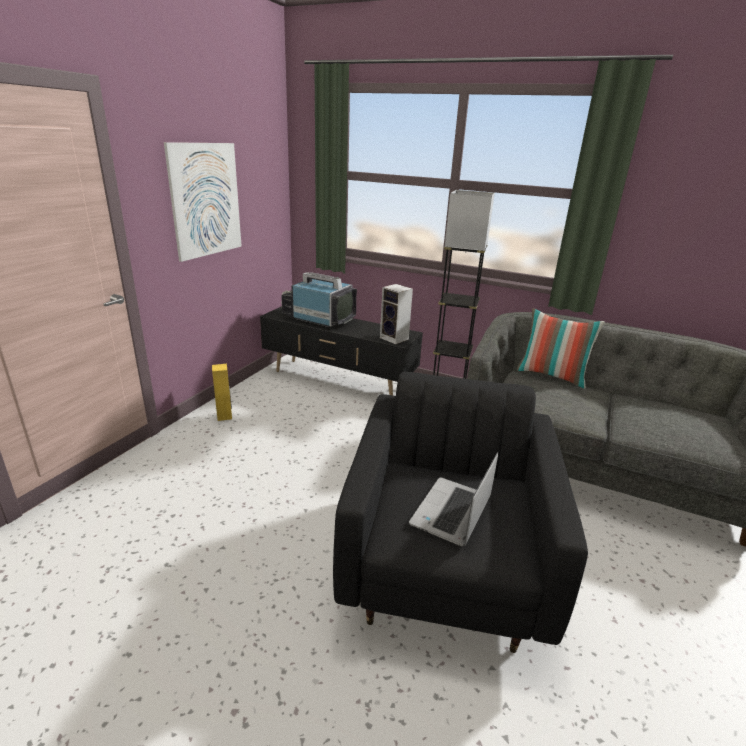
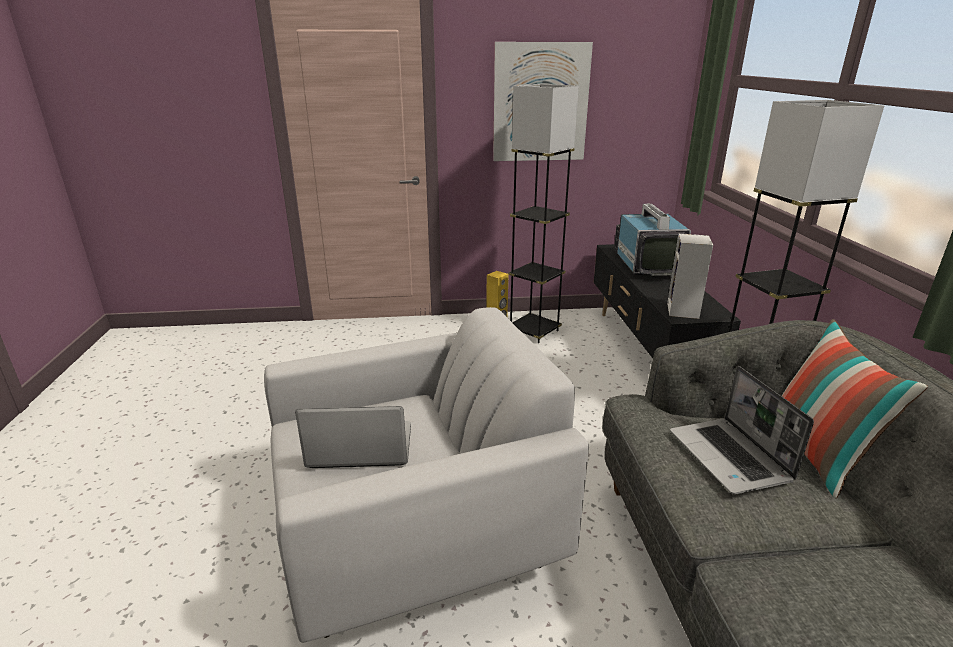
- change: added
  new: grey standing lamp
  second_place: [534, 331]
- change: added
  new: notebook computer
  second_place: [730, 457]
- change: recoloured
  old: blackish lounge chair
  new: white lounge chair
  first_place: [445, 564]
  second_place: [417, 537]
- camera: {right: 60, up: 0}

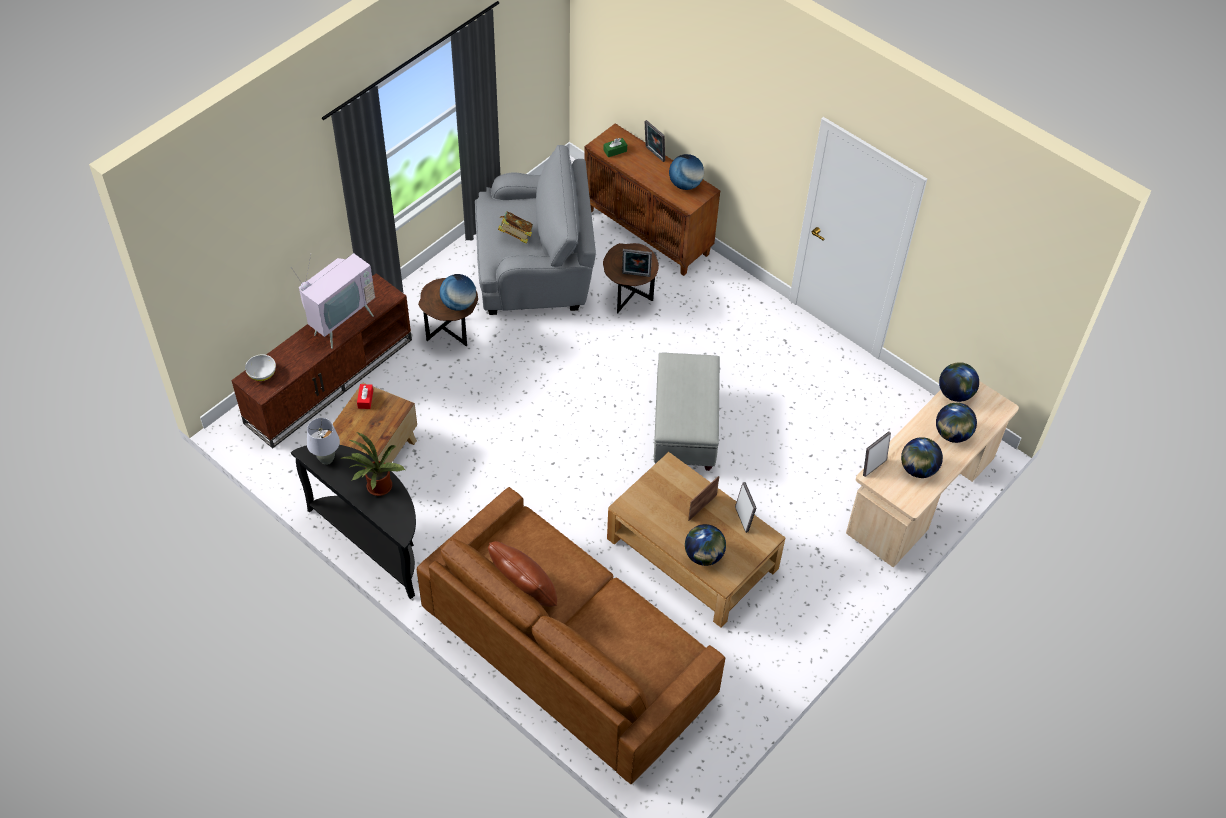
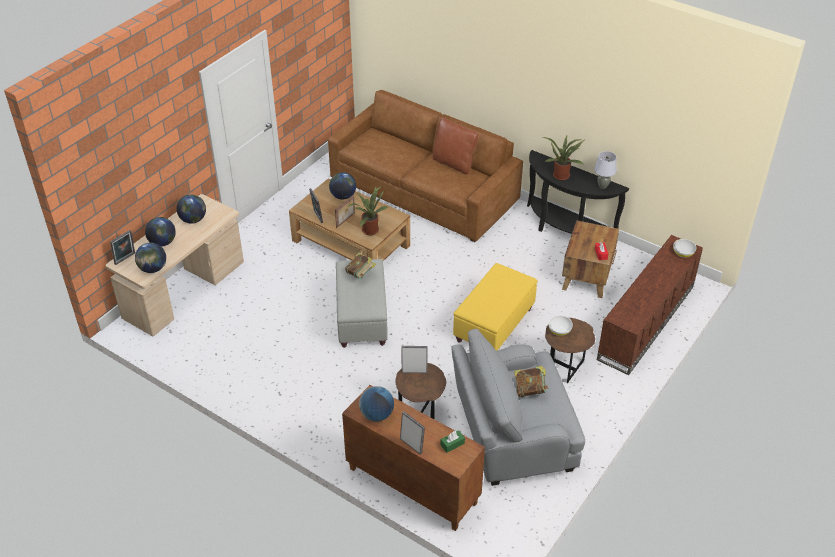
- change: removed
  old: TV
  first_place: [340, 322]
- change: added
  new: bound book
  second_place: [360, 274]
- change: added
  new: plant in a pot
  second_place: [369, 229]
- change: added
  new: yellowish ottoman
  second_place: [493, 325]
- change: moved
  old: standing frame
  first_place: [873, 466]
  second_place: [125, 259]
- change: replaced
  old: desk globe
  new: white deep dish
  first_place: [458, 304]
  second_place: [559, 330]
- camera: {right: 175, up: -10}

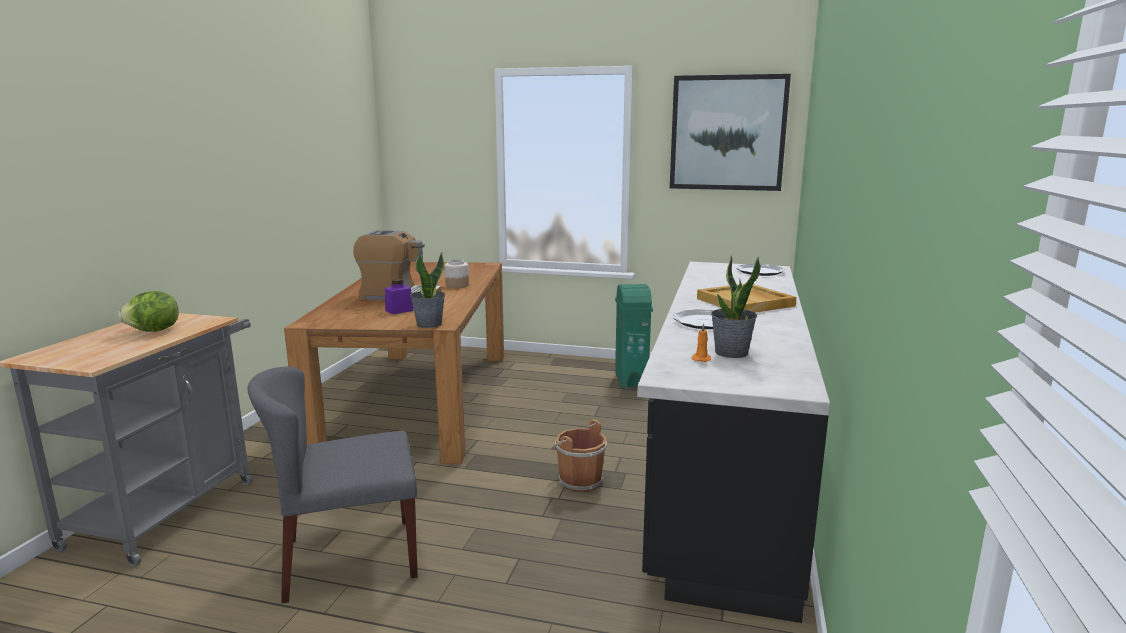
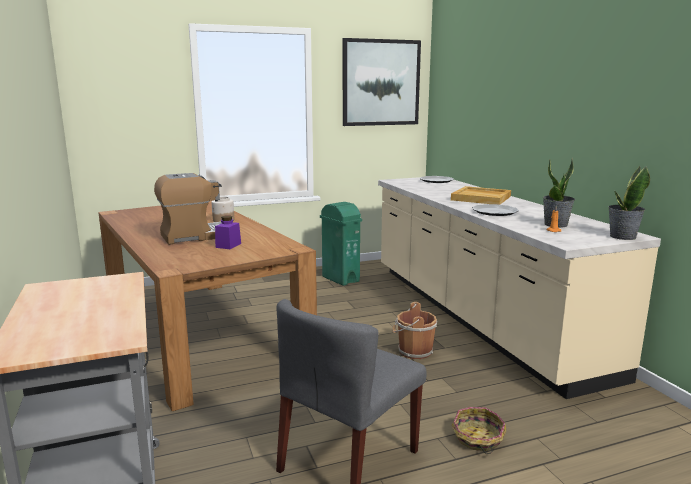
- change: removed
  old: head of lettuce
  first_place: [154, 331]
- change: added
  new: basket
  second_place: [477, 439]
- change: moved
  old: plant in a pot
  first_place: [429, 324]
  second_place: [622, 237]
- change: recoloured
  old: blackish counter
  new: beige counter
  first_place: [724, 465]
  second_place: [477, 315]
- camera: {right: -35, up: 0}

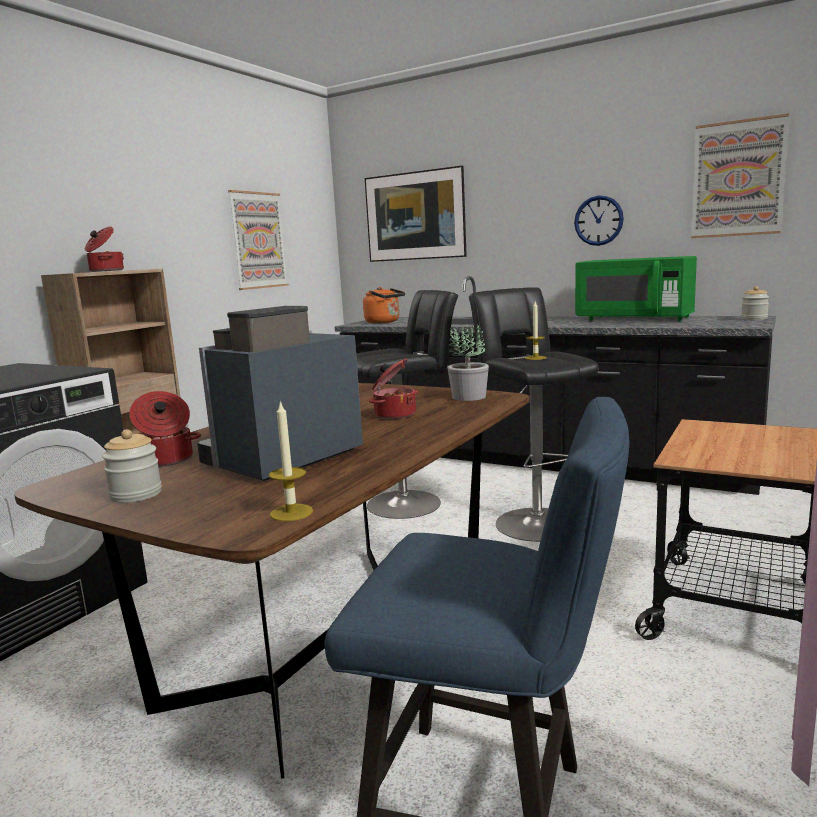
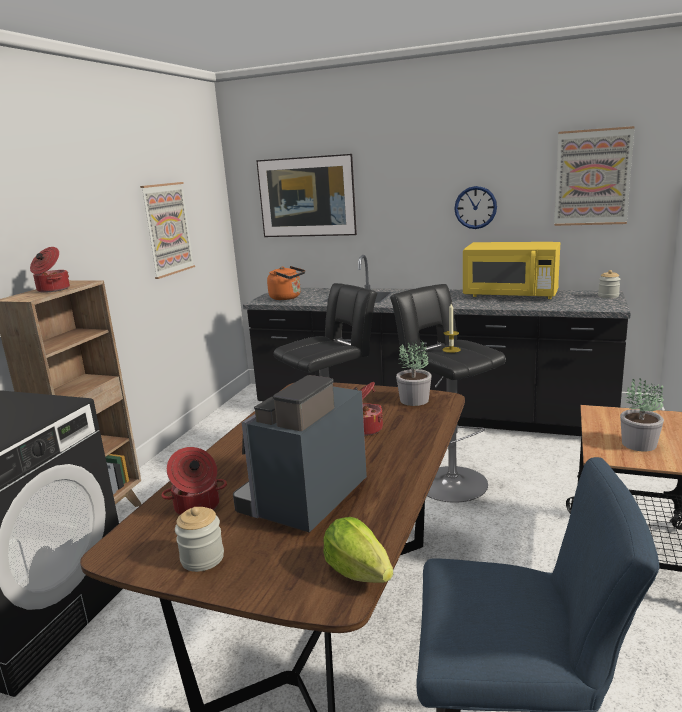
- change: added
  new: plant in a pot
  second_place: [639, 444]
- change: replaced
  old: wax light
  new: head of lettuce
  first_place: [291, 512]
  second_place: [358, 572]
- change: recoloured
  old: greenish microwave oven
  new: yellowish microwave oven
  first_place: [634, 319]
  second_place: [510, 295]
- camera: {right: -10, up: 5}

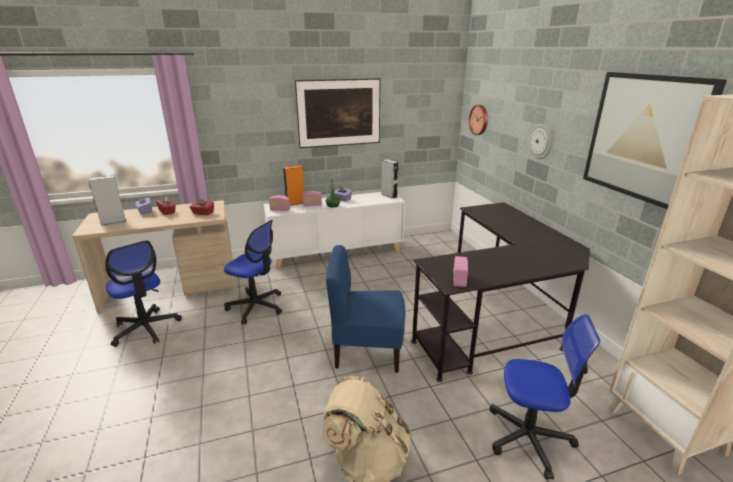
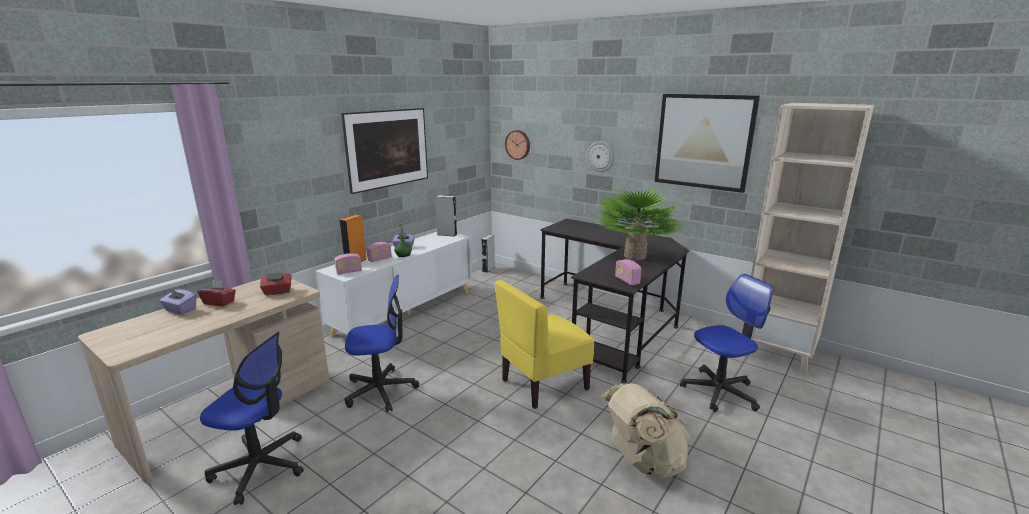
- change: added
  new: plant in a pot
  second_place: [635, 256]
- change: moved
  old: grey audio speaker
  first_place: [113, 221]
  second_place: [488, 269]
- change: recoloured
  old: bluish plain chair
  new: yellowish plain chair
  first_place: [367, 351]
  second_place: [543, 384]
- camera: {right: -35, up: -5}

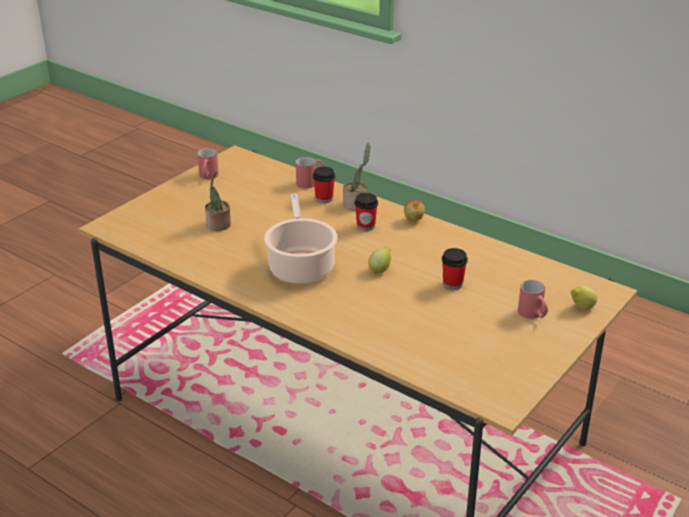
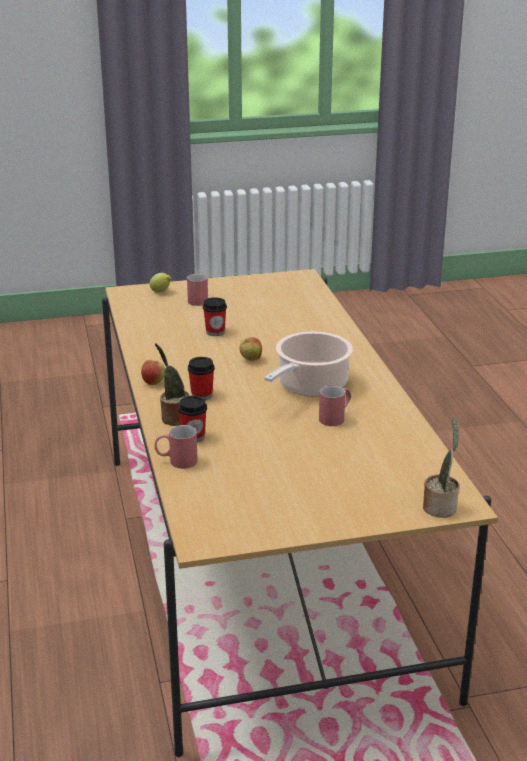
- change: moved
  old: reddish tea mug
  first_place: [208, 177]
  second_place: [335, 417]
- change: moved
  old: plant in a pot
  first_place: [218, 225]
  second_place: [440, 507]
- change: replaced
  old: whole lemon
  new: apple fruit
  first_place: [380, 270]
  second_place: [250, 360]
- camera: {right: -140, up: -5}

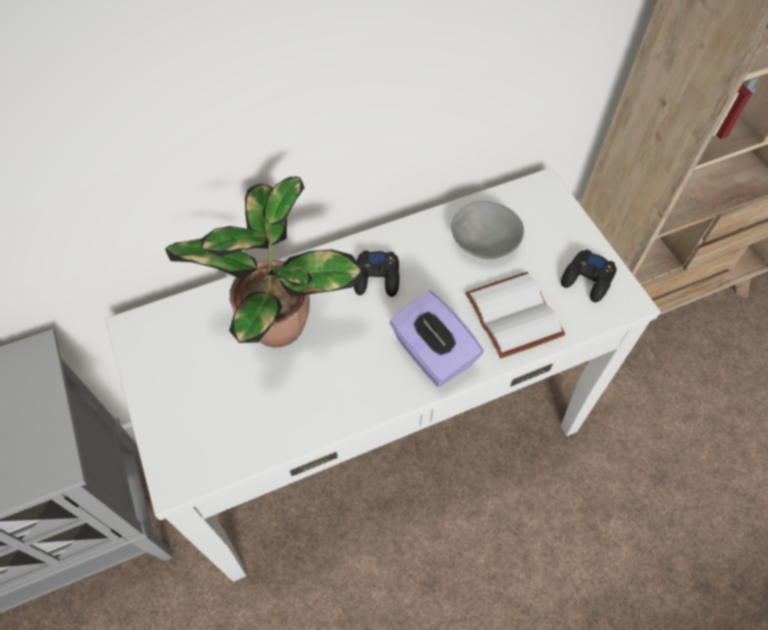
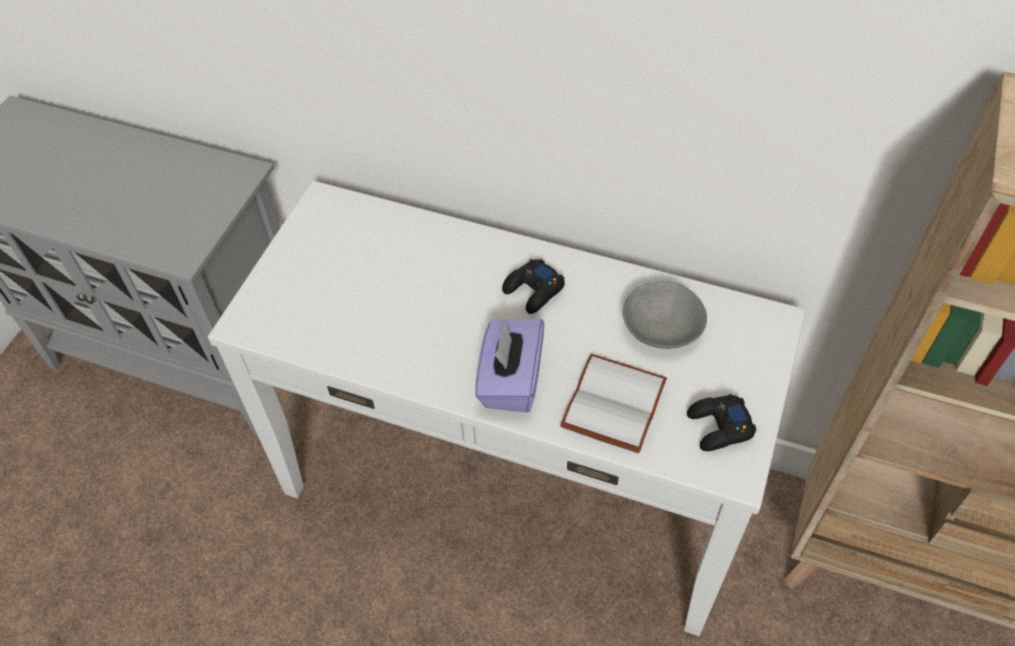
- change: removed
  old: plant in a pot
  first_place: [280, 321]
- camera: {right: 45, up: -5}

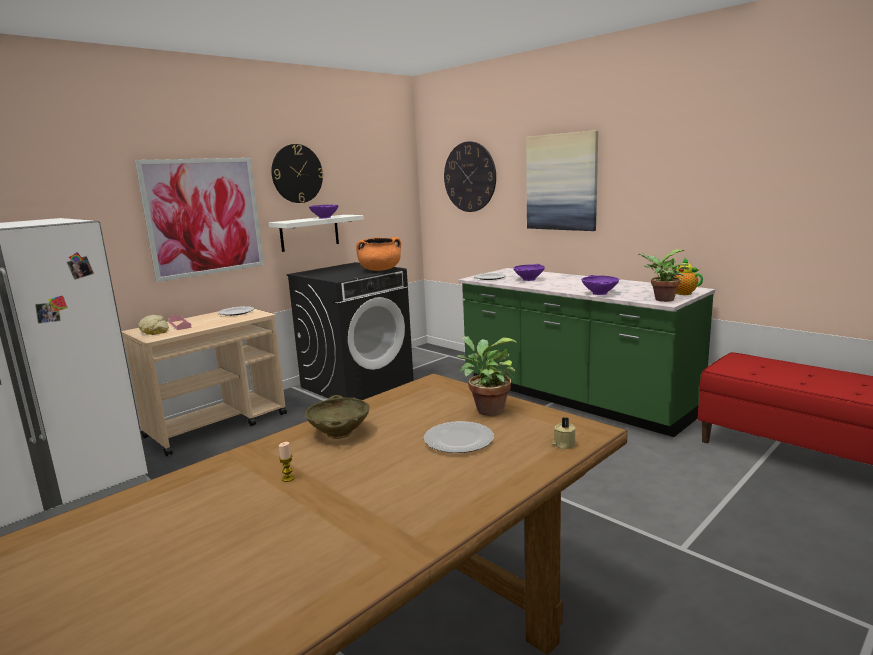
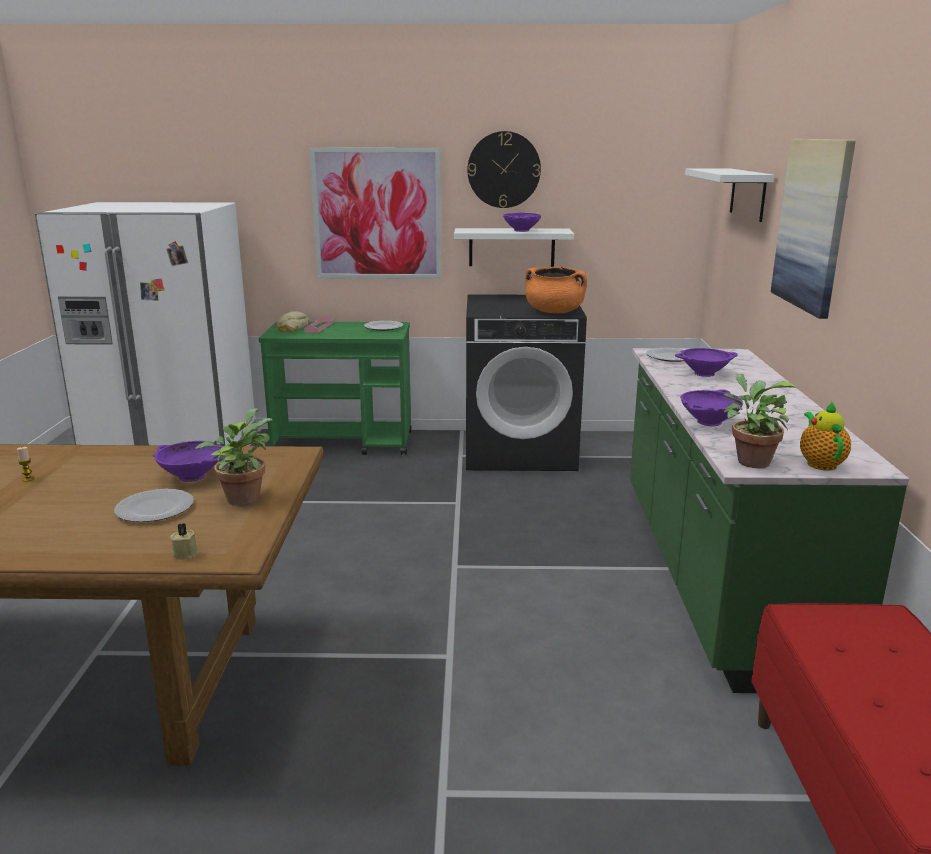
- change: removed
  old: beige deep dish
  first_place: [339, 433]
- change: added
  new: purplish deep dish
  second_place: [192, 476]
- change: replaced
  old: wall clock
  new: white bracket shelf
  first_place: [469, 177]
  second_place: [748, 194]
- change: recoloured
  old: beige cart
  new: greenish cart
  first_place: [218, 425]
  second_place: [344, 443]
- camera: {right: 45, up: 5}

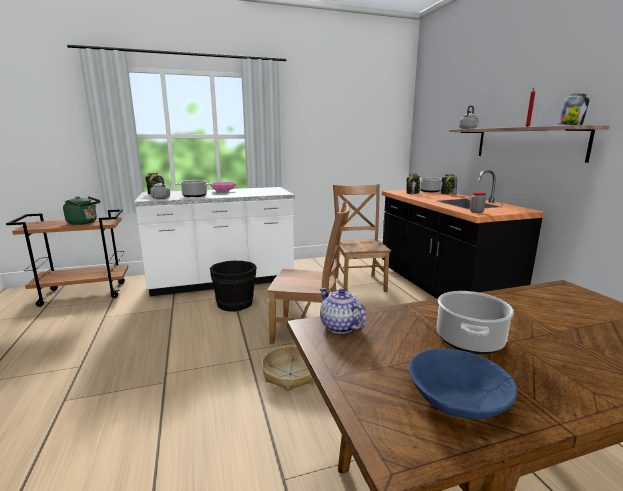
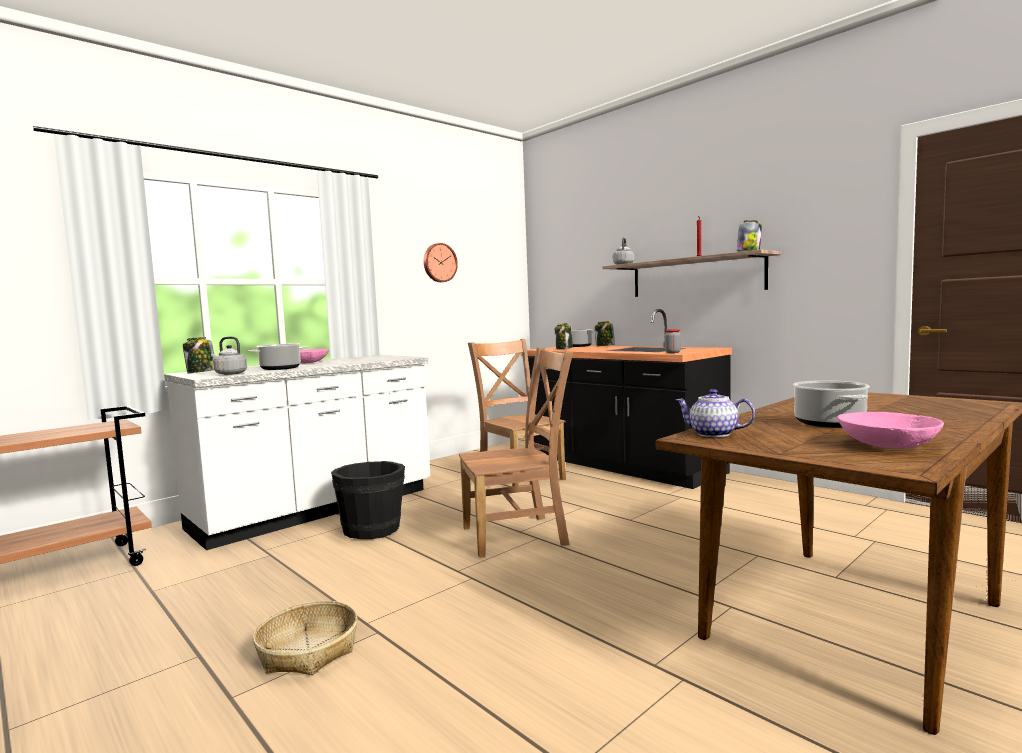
- change: removed
  old: greenish kettle
  first_place: [84, 223]
- change: added
  new: wall clock
  second_place: [439, 263]
- change: moved
  old: basket
  first_place: [290, 374]
  second_place: [308, 650]
- change: recoloured
  old: bluish deep dish
  new: pink deep dish
  first_place: [456, 400]
  second_place: [886, 445]
- camera: {right: -25, up: -10}

